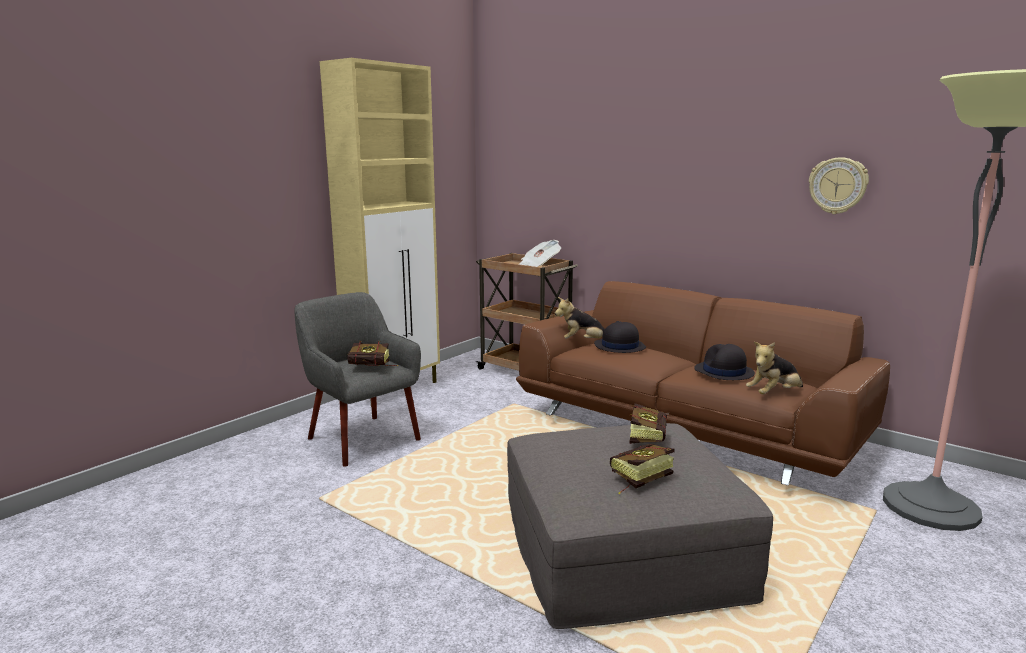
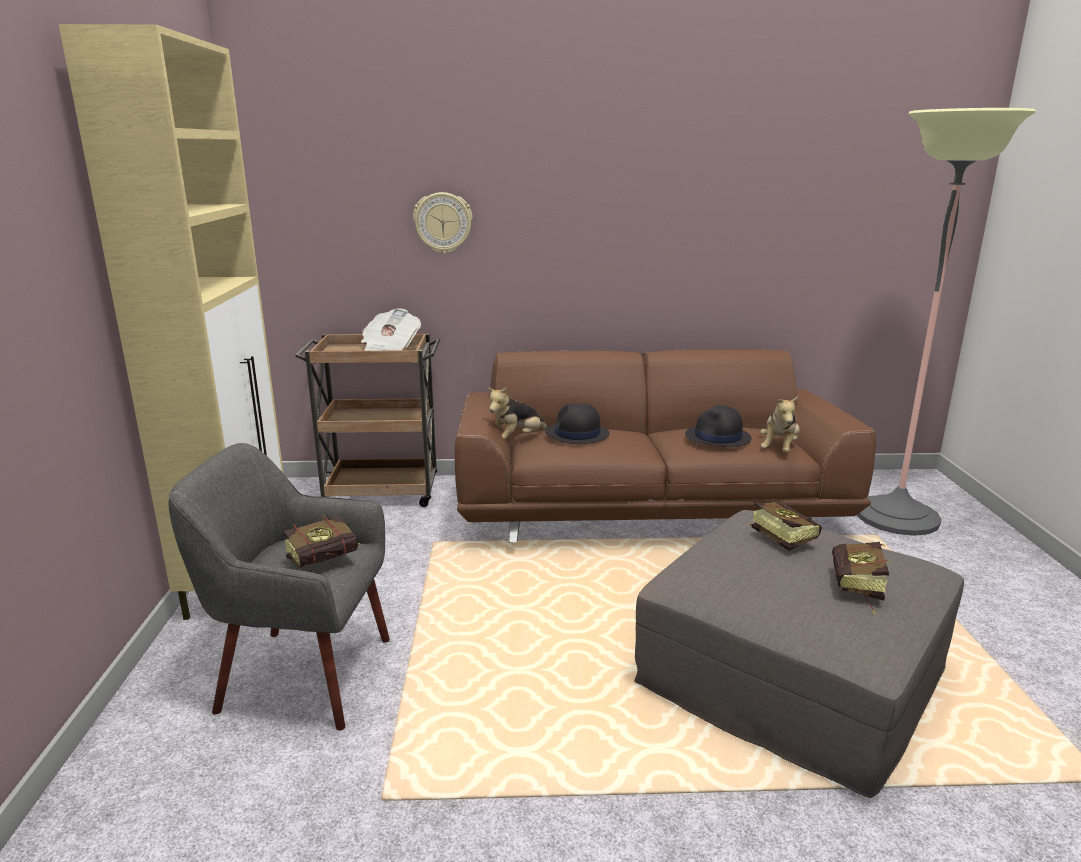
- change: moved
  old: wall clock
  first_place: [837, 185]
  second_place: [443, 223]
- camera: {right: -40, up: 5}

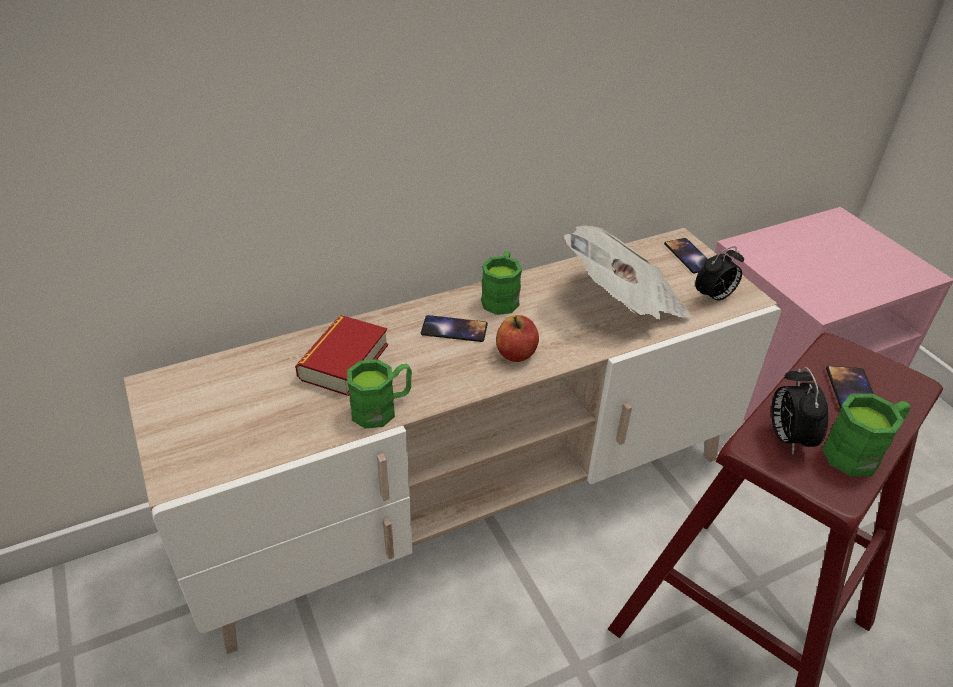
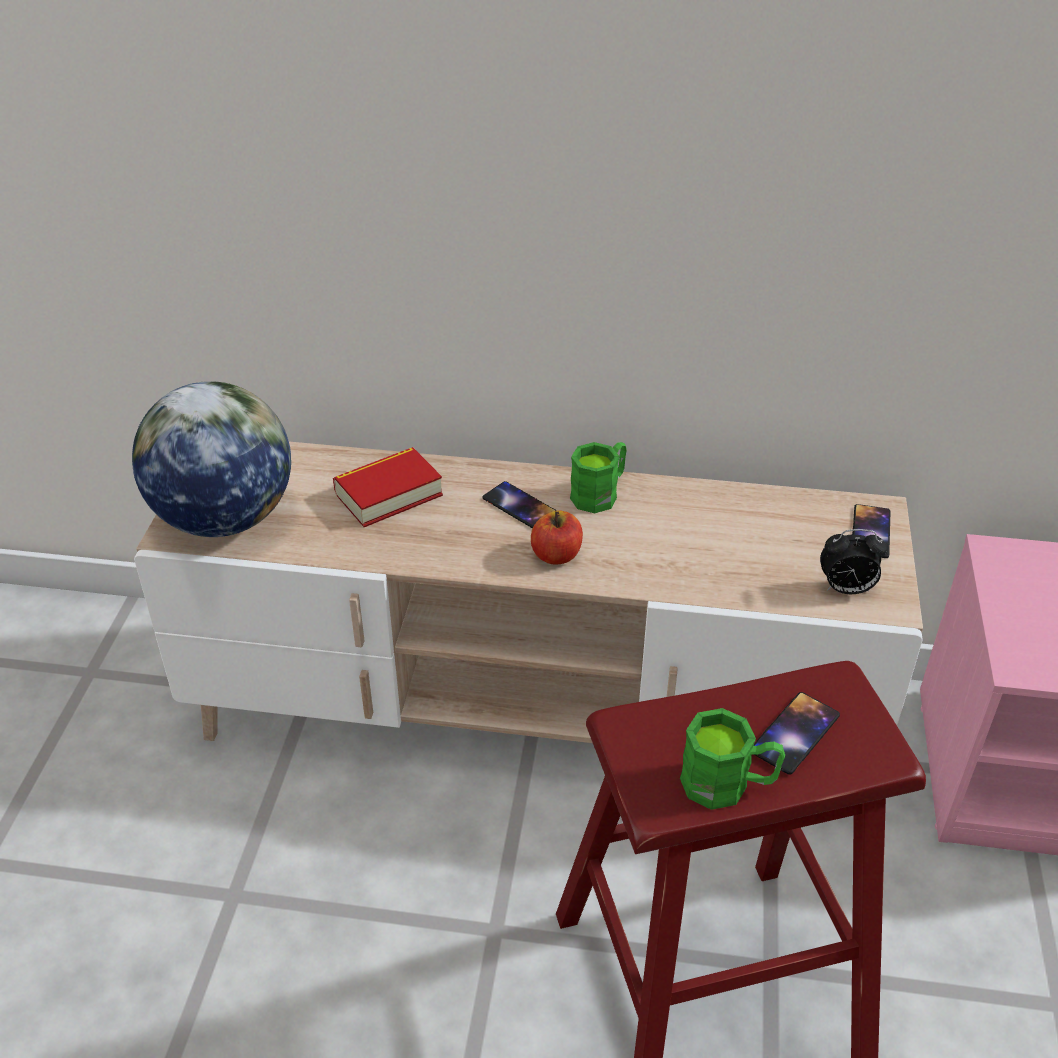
- change: removed
  old: greenish tea mug
  first_place: [382, 408]
- change: removed
  old: newspaper
  first_place: [624, 302]
- change: removed
  old: table clock
  first_place: [787, 437]
- change: added
  new: desk globe
  second_place: [224, 518]
- camera: {right: 35, up: 0}

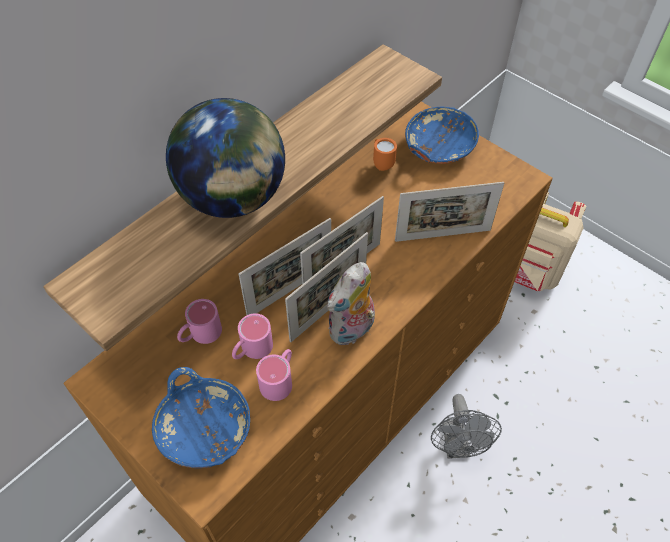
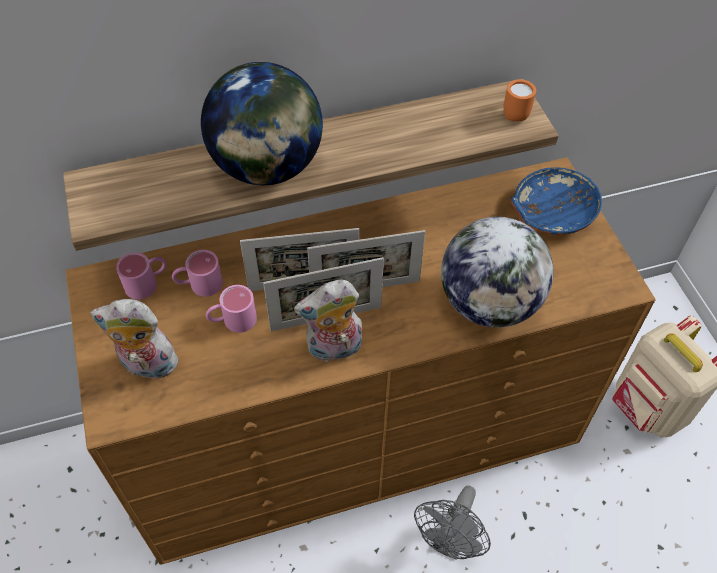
- change: moved
  old: pink tea mug
  first_place: [279, 379]
  second_place: [147, 283]
- change: moved
  old: orangey tea mug
  first_place: [382, 164]
  second_place: [515, 113]
- change: replaced
  old: bluish deep dish
  new: cuddly toy
  first_place: [203, 427]
  second_place: [146, 366]
- change: replaced
  old: standing frame
  new: desk globe
  first_place: [443, 235]
  second_place: [489, 303]
- camera: {right: 30, up: 0}

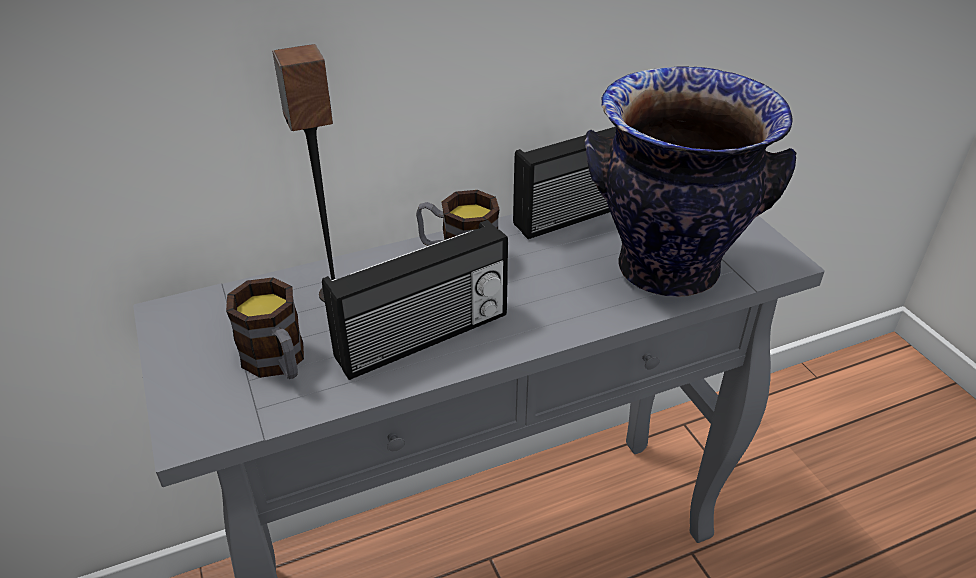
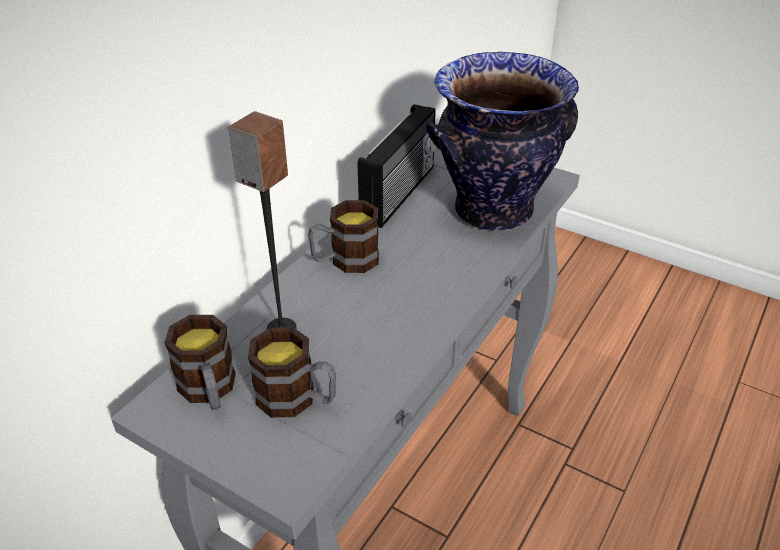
- change: removed
  old: radio set
  first_place: [424, 338]
- change: added
  new: tea mug
  second_place: [209, 391]
- camera: {right: -35, up: 0}

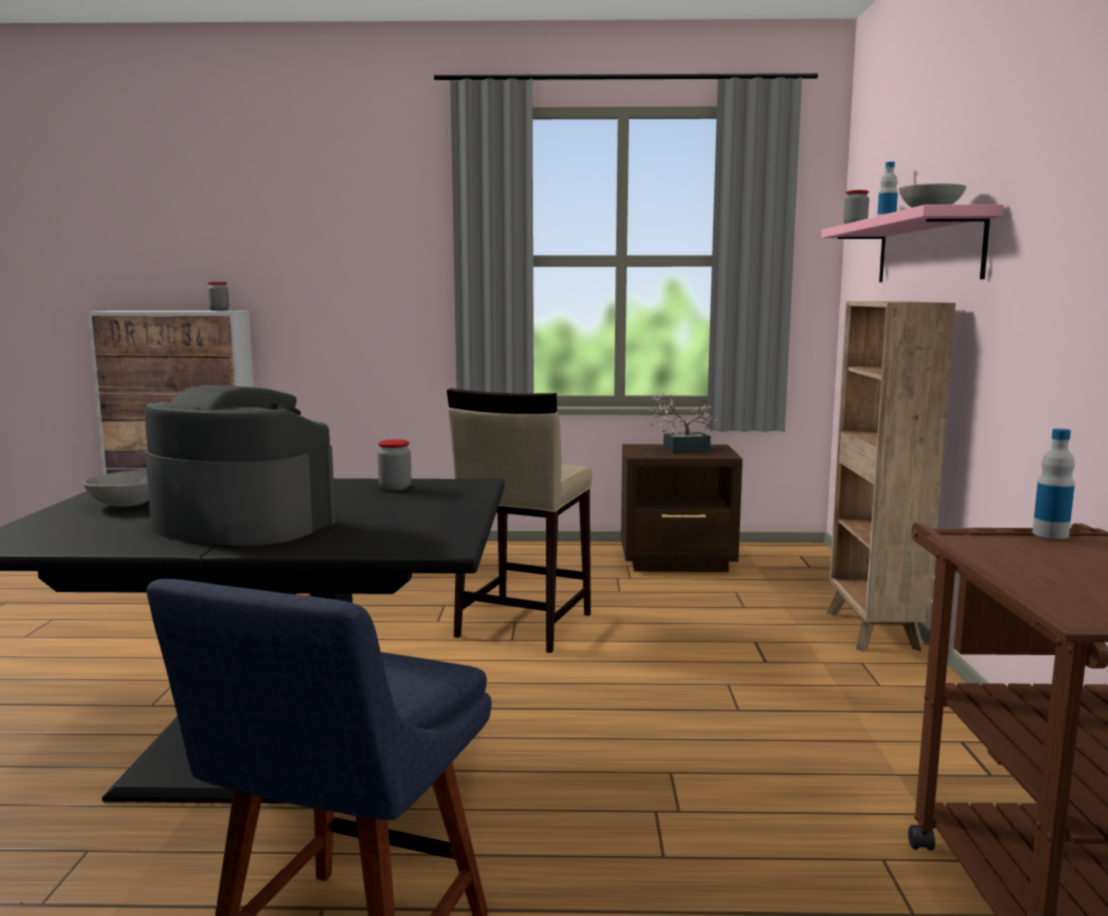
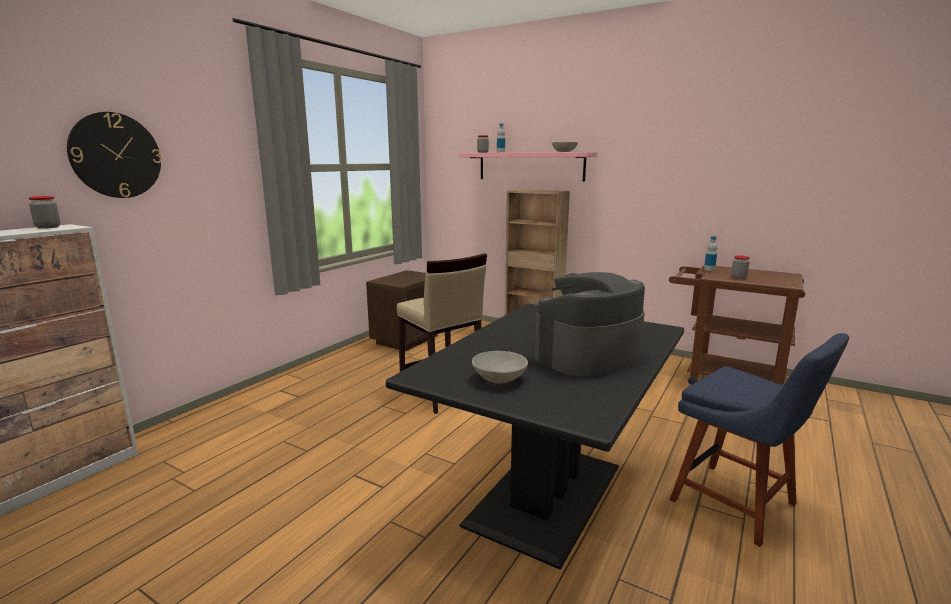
- change: removed
  old: plant in a pot
  first_place: [681, 449]
- change: added
  new: wall clock
  second_place: [116, 155]
- change: moved
  old: jar
  first_place: [395, 487]
  second_place: [738, 277]
- camera: {right: -60, up: 5}

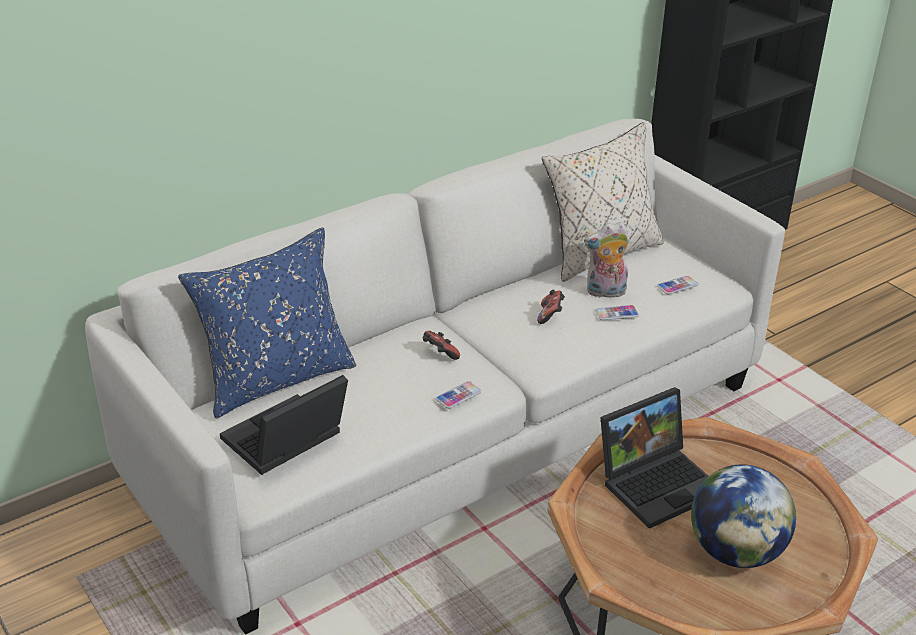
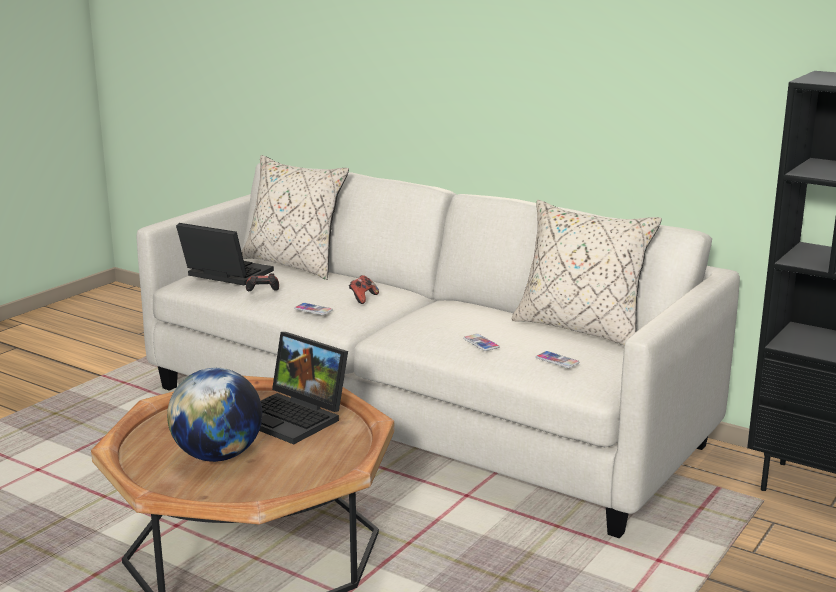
- change: removed
  old: cuddly toy
  first_place: [605, 292]
- change: moved
  old: joypad
  first_place: [550, 316]
  second_place: [263, 293]
- change: recoloured
  old: bluish throw pillow
  new: beige throw pillow
  first_place: [275, 379]
  second_place: [294, 264]
- camera: {right: 70, up: -15}

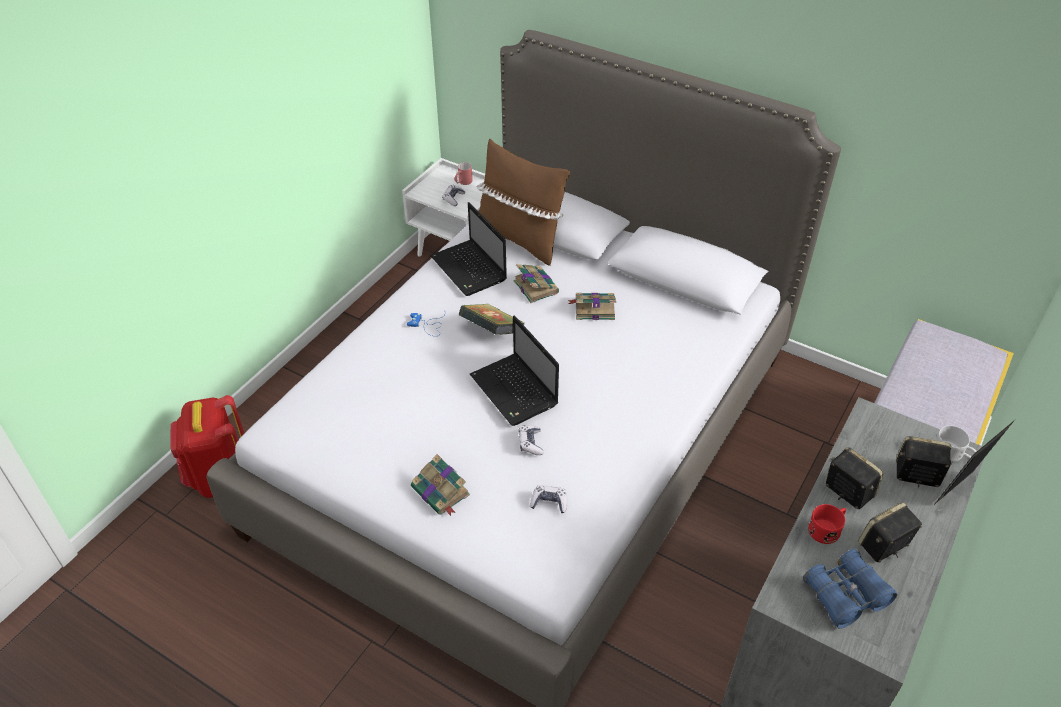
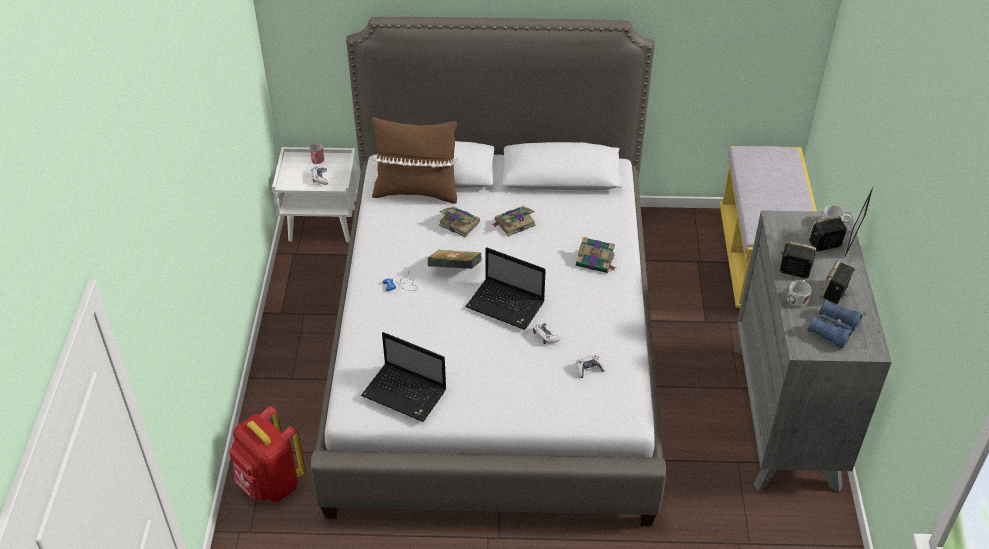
- change: moved
  old: bound book
  first_place: [441, 492]
  second_place: [596, 261]
- change: moved
  old: notebook computer
  first_place: [470, 269]
  second_place: [406, 394]
- change: recoloured
  old: reddish tea mug
  new: white tea mug
  first_place: [827, 529]
  second_place: [798, 297]
- camera: {right: -30, up: 0}

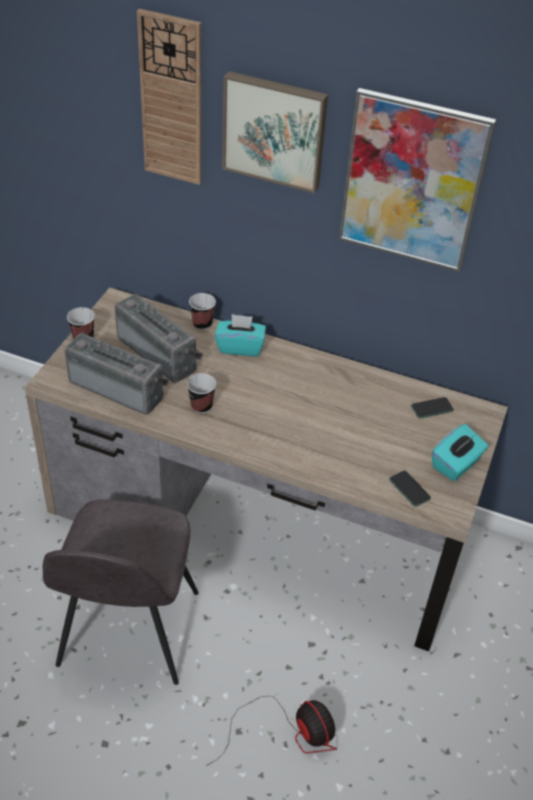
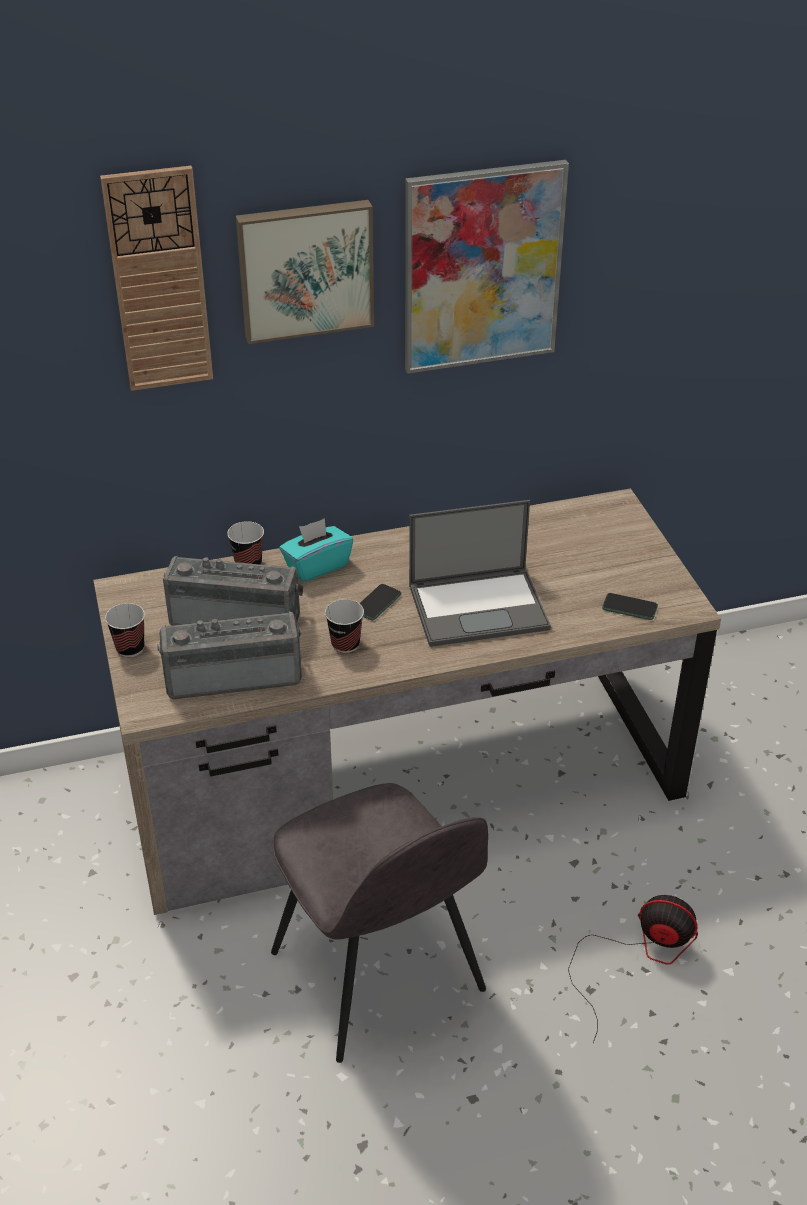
- change: removed
  old: turquoise box of tissues
  first_place: [456, 464]
- change: added
  new: notebook computer
  second_place: [480, 606]
- change: moved
  old: telephone
  first_place: [432, 408]
  second_place: [377, 603]
- camera: {right: -35, up: -5}

